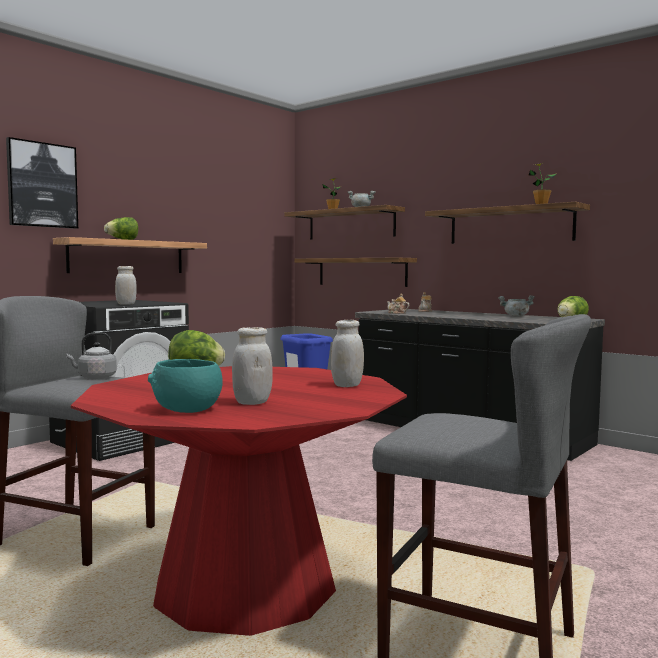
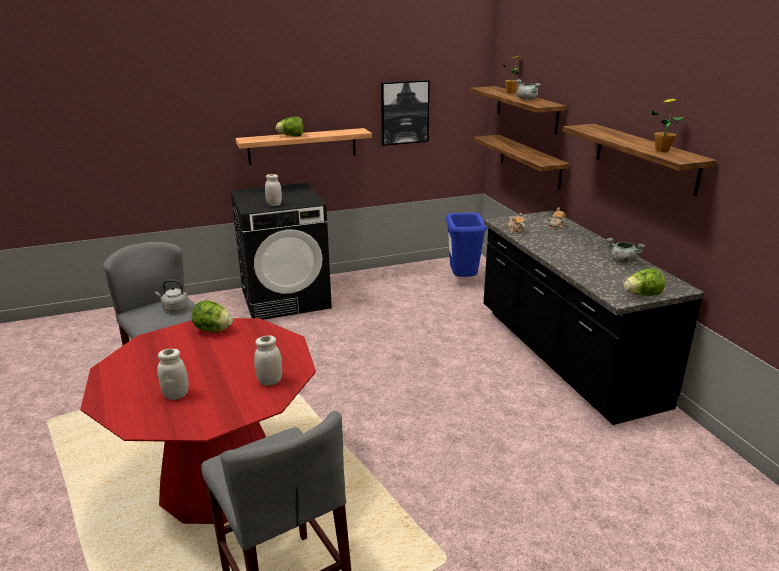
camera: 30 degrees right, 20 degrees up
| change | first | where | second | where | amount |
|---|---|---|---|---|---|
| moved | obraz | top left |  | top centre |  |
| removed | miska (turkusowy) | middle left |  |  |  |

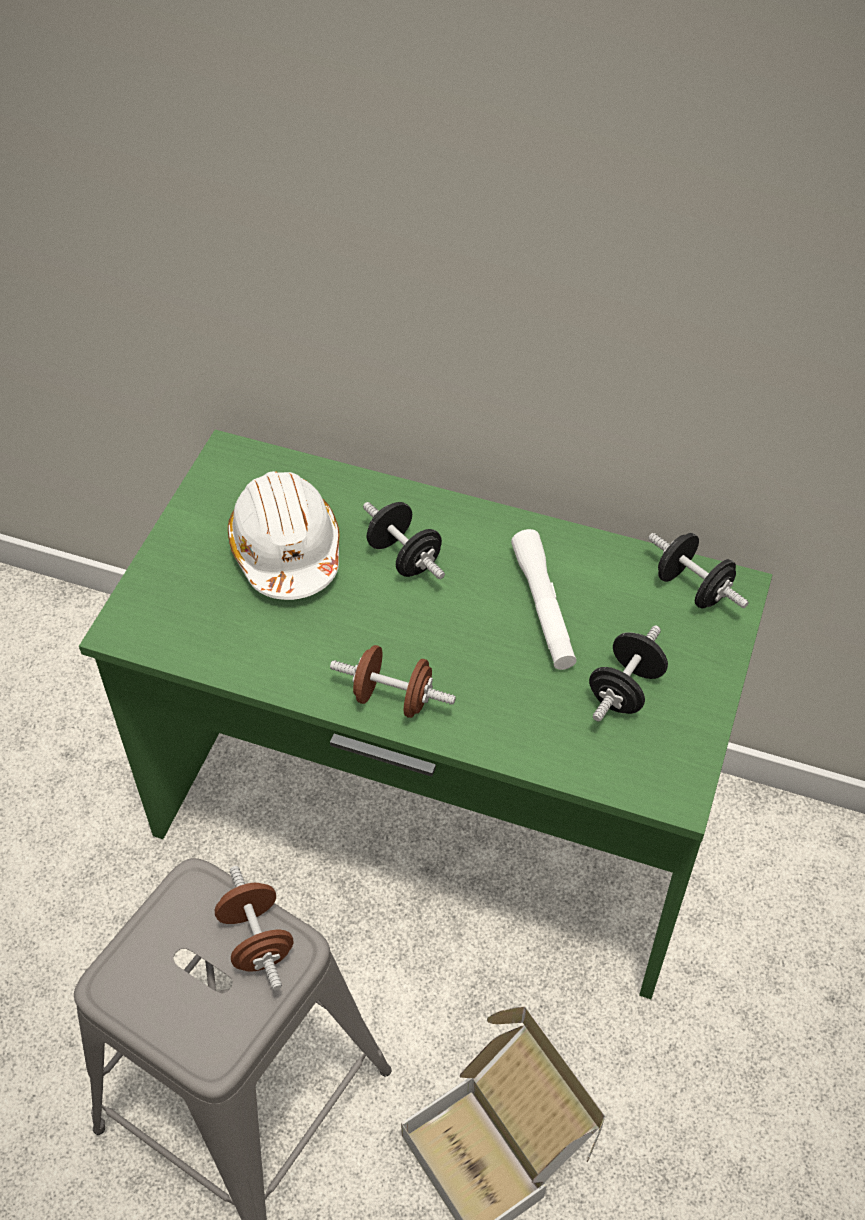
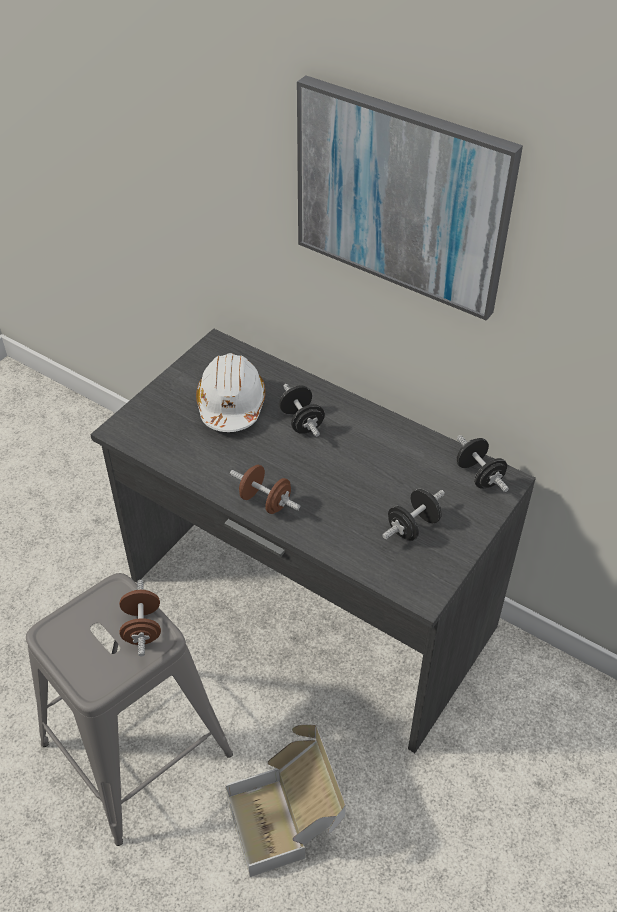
camera: 15 degrees right, 5 degrees down
| change | first | where | second | where | amount |
|---|---|---|---|---|---|
| recoloured | biurko (zielony) | centre | biurko (szary) | centre |  |
| removed | latarka (biały) | centre |  |  |  |
| added |  |  | obraz | top centre |  |

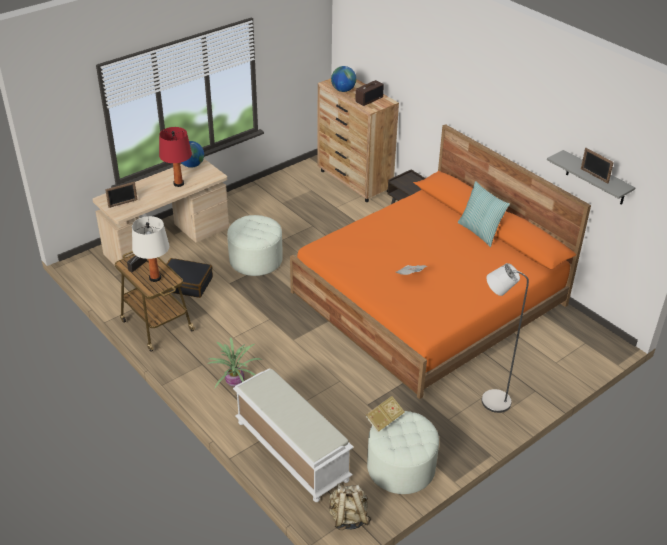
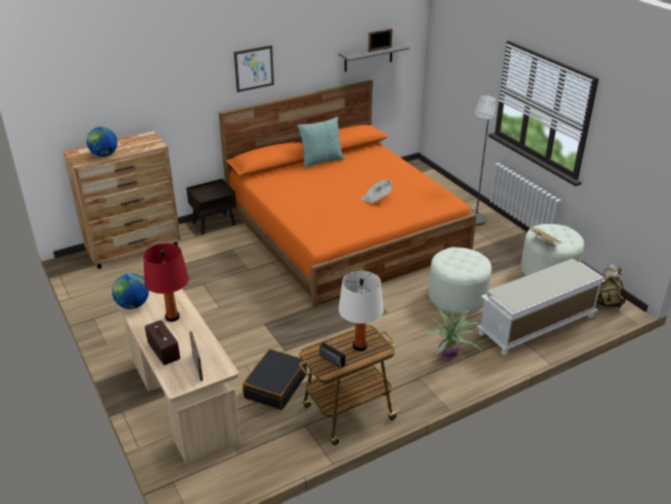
camera: 80 degrees left, 5 degrees down
| change | first | where | second | where | amount |
|---|---|---|---|---|---|
| moved | radio (2nd from left in the first image) | top centre | radio (1st from left) | bottom left |  |
| moved | pufa (biały) (1st from left) | centre |  | middle right |  |
| added |  |  | obraz | top centre |  |

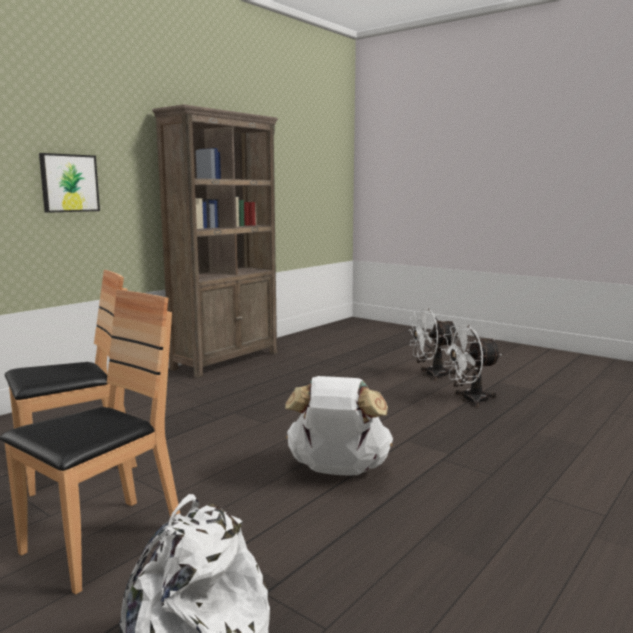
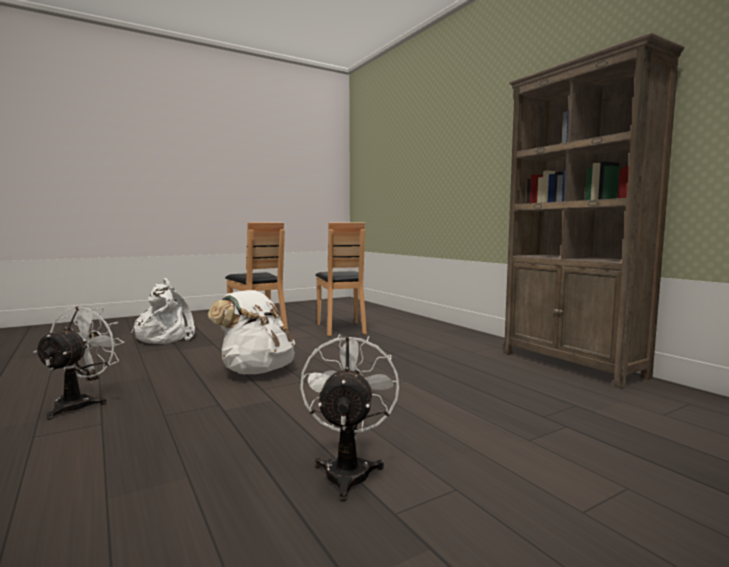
camera: 110 degrees right, 5 degrees down
| change | first | where | second | where | amount |
|---|---|---|---|---|---|
| removed | obraz | top left |  |  |  |
| moved | wentylator (biały) (1st from left) | middle right |  | middle left |  |

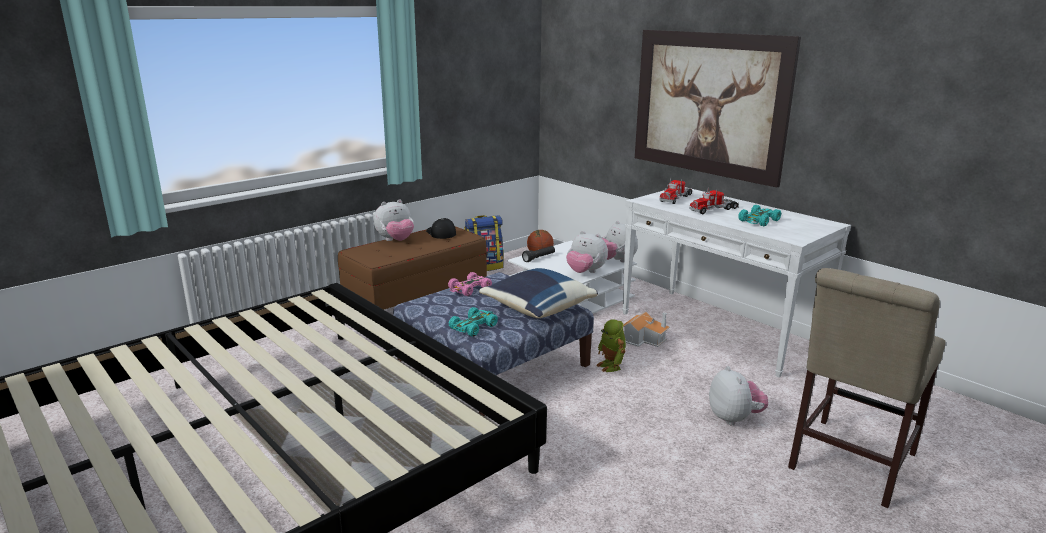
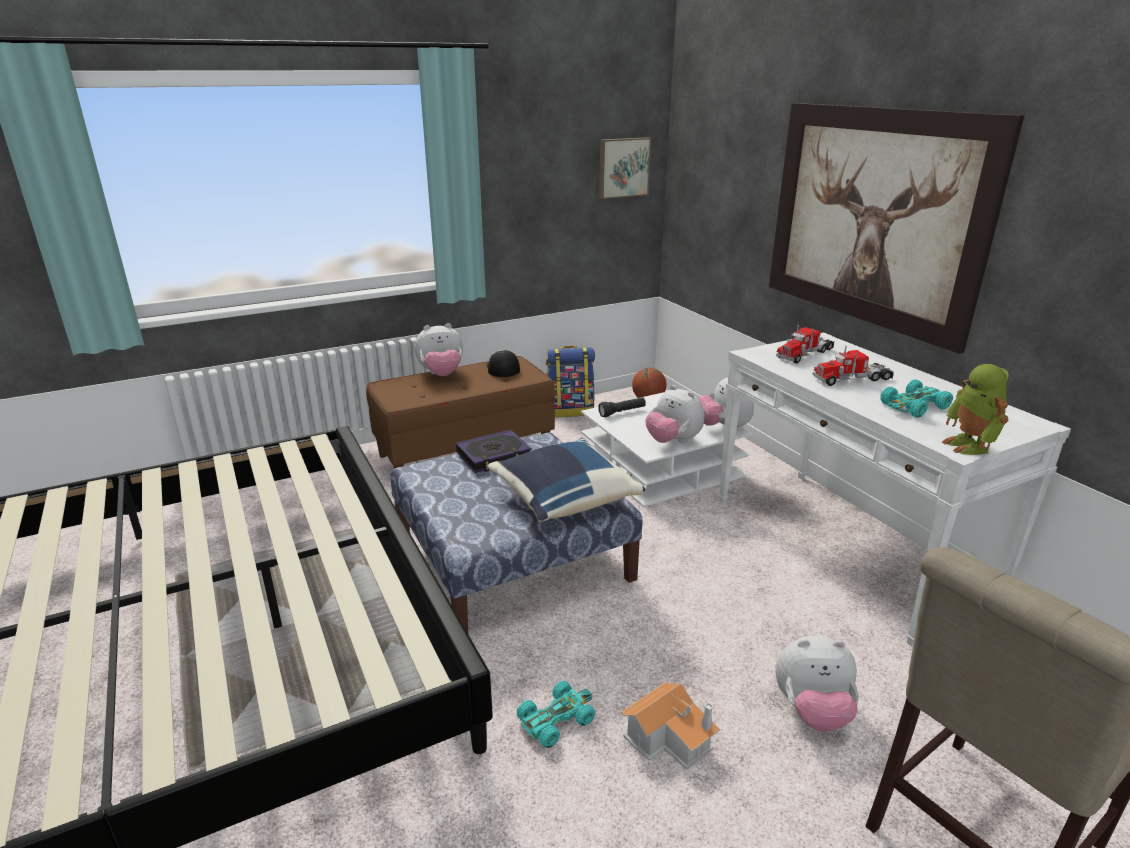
camera: 15 degrees right, 5 degrees up
| change | first | where | second | where | amount |
|---|---|---|---|---|---|
| replaced | samochodzik (różowy) | centre | książka | centre |  |
| moved | samochodzik (turkusowy) (1st from left) | centre |  | bottom centre |  |
| moved | domek | centre |  | bottom centre |  |
| moved | robot zabawkowy | centre |  | middle right |  |
| turned | pluszak (4th from left) | bottom right |  | bottom right | 90 degrees clockwise |
| added |  |  | obraz (1st from left) | top centre |  |

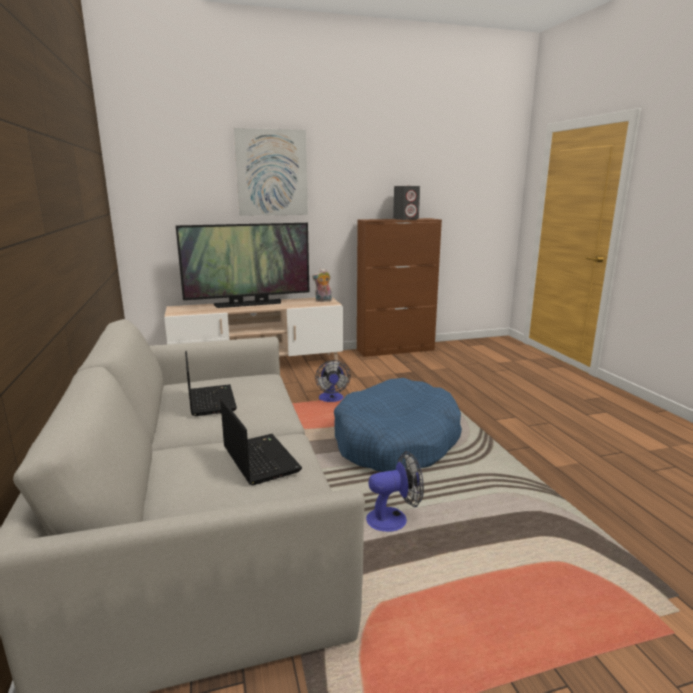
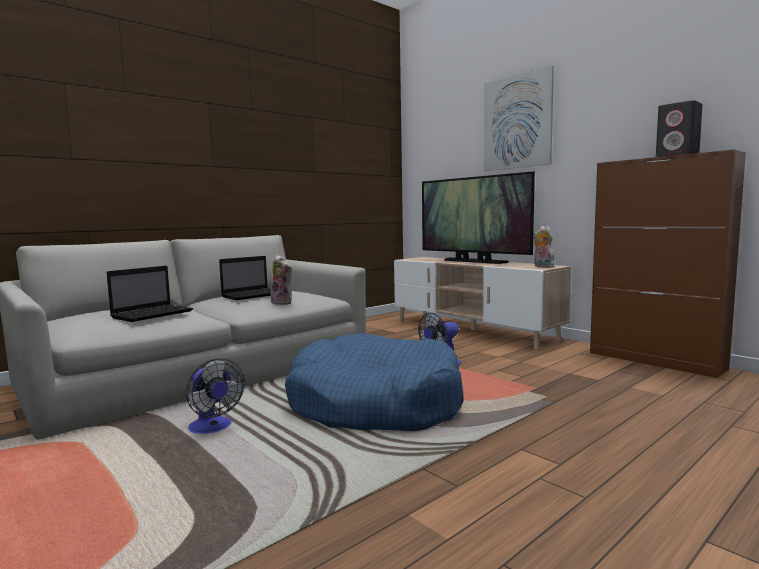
camera: 65 degrees right, 10 degrees down
| change | first | where | second | where | amount |
|---|---|---|---|---|---|
| added |  |  | pluszak (1st from left) | centre |  |

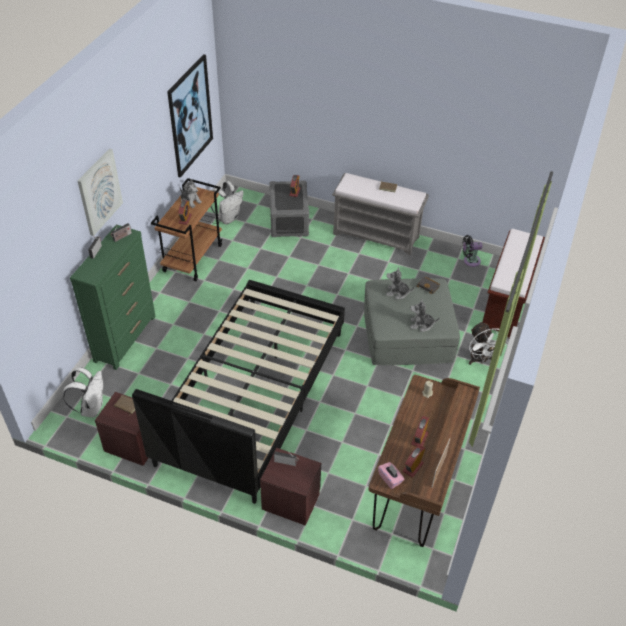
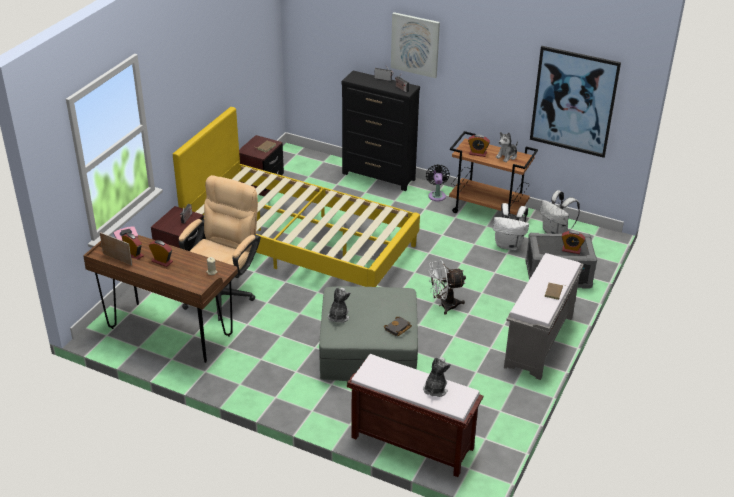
camera: 95 degrees right, 10 degrees down
| change | first | where | second | where | amount |
|---|---|---|---|---|---|
| recoloured | komoda (zielony) | middle left | komoda (czarny) | top centre |  |
| moved | wentylator (czarny) | middle right |  | centre |  |
| moved | pluszak (2nd from left) | centre |  | bottom centre |  |
| recoloured | łóżko (czarny) | centre | łóżko (żółty) | centre |  |
| moved | wentylator (biały) | middle right |  | centre |  |
| moved | plecak (biały) (1st from left) | middle left |  | middle right |  |
| added |  |  | krzesło biurowe (beżowy) | middle left |  |

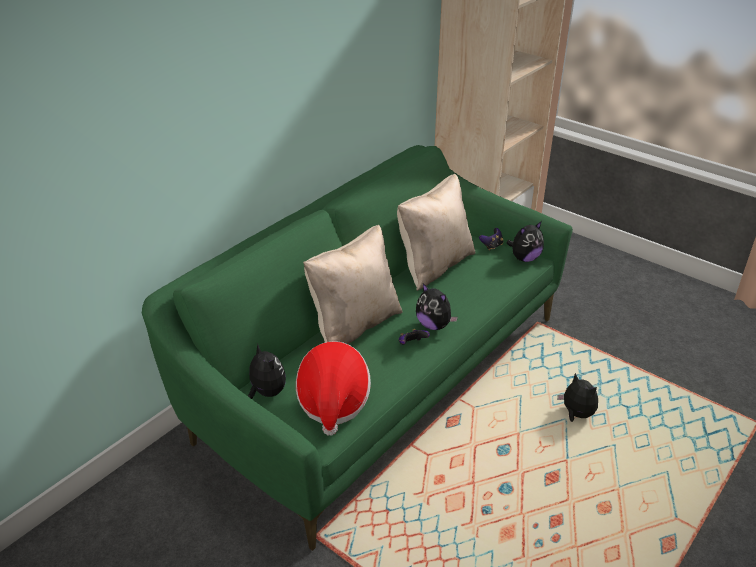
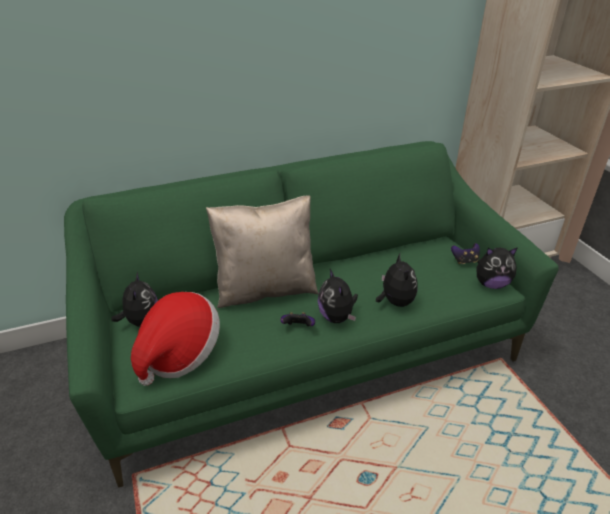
camera: 30 degrees right, 0 degrees up
| change | first | where | second | where | amount |
|---|---|---|---|---|---|
| removed | poduszka (beżowy) (2nd from left) | centre |  |  |  |
| moved | pluszak (4th from left in the first image) | bottom right | pluszak (3rd from left) | centre |  |

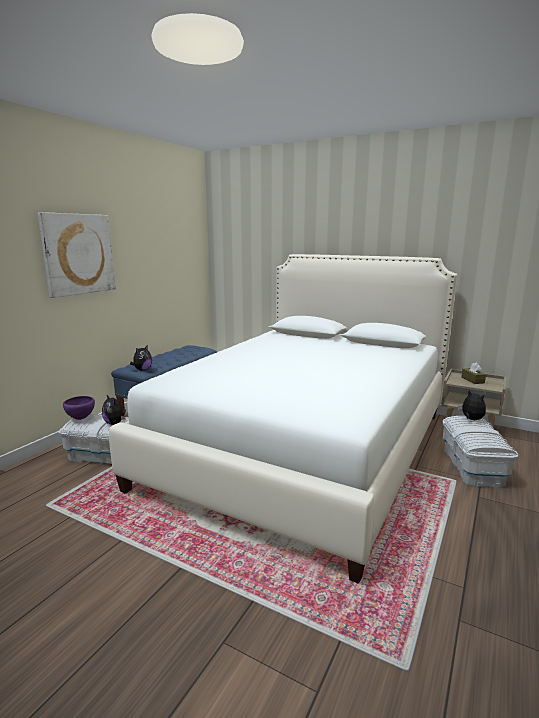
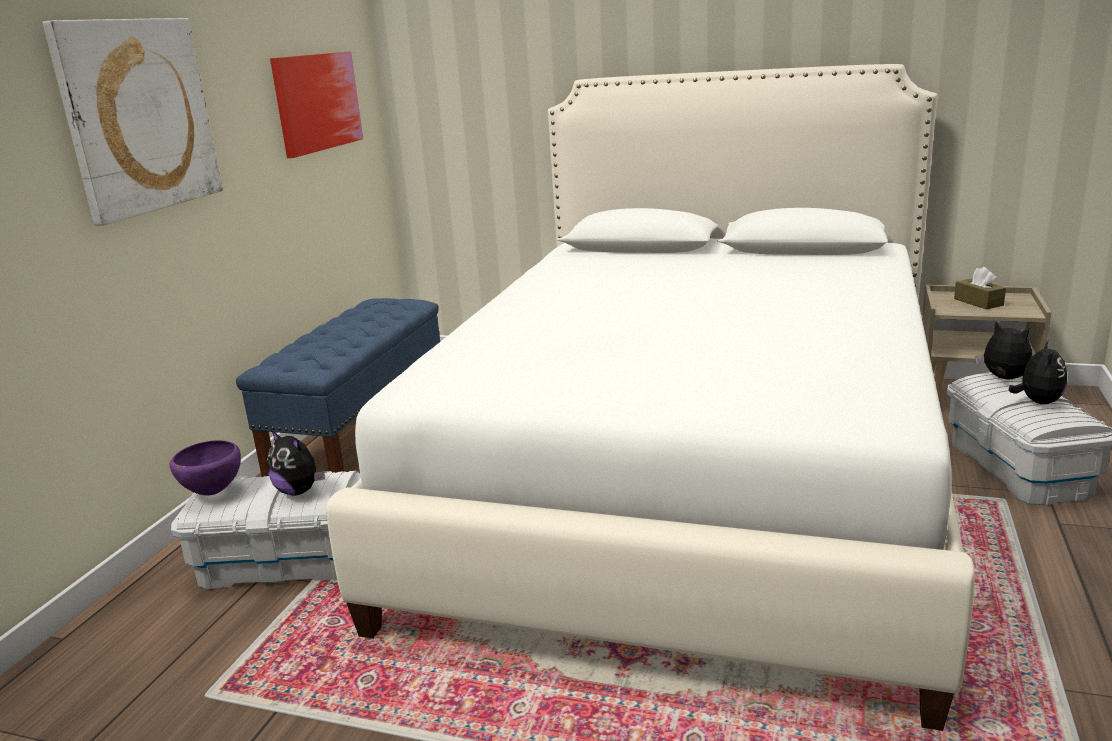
camera: 10 degrees left, 5 degrees up
| change | first | where | second | where | amount |
|---|---|---|---|---|---|
| moved | pluszak (2nd from left in the first image) | middle left | pluszak (3rd from left) | middle right |  |
| added |  |  | obraz (2nd from left) | top left |  |

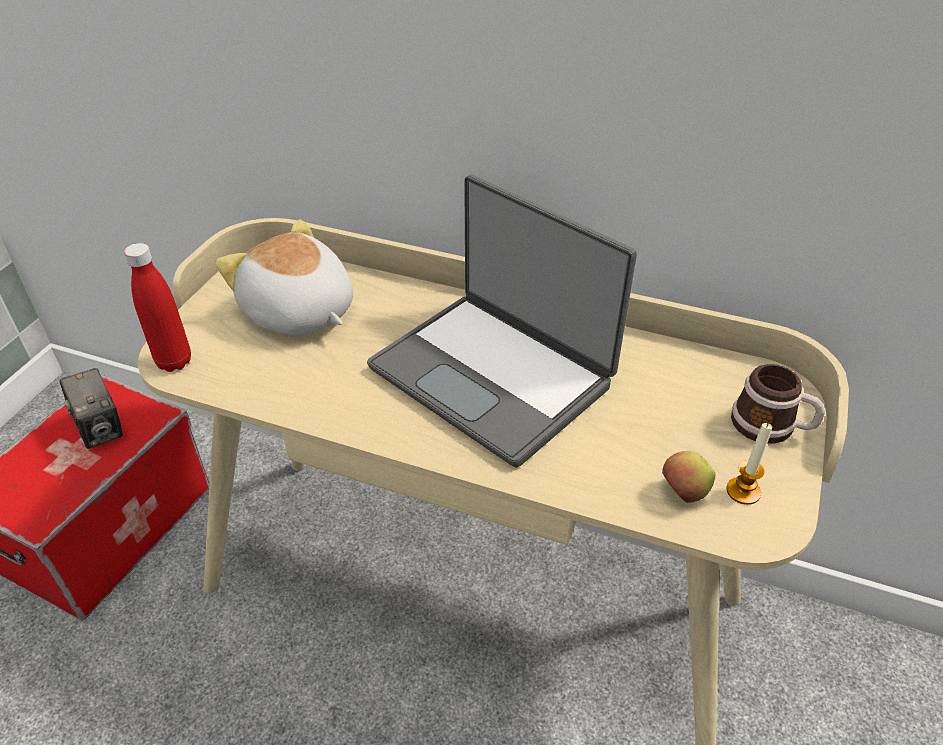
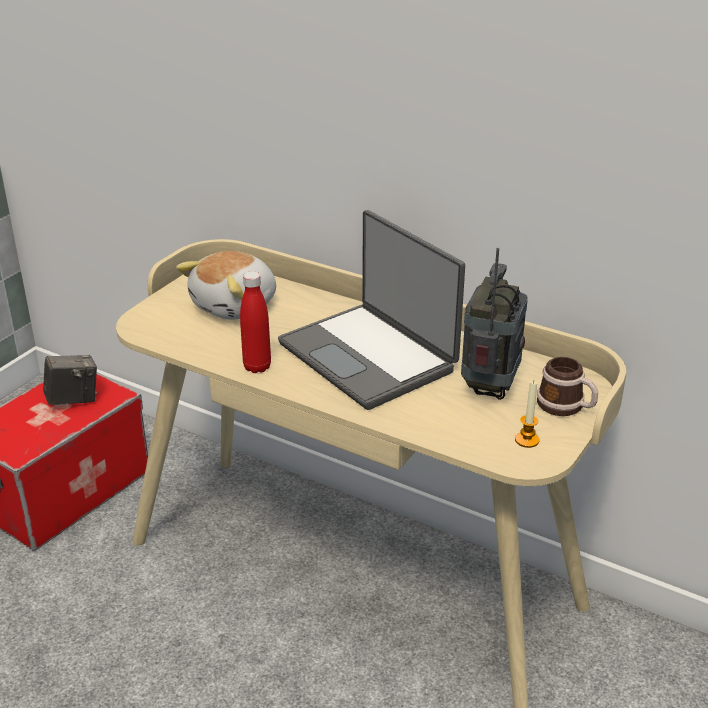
camera: 10 degrees right, 10 degrees down
| change | first | where | second | where | amount |
|---|---|---|---|---|---|
| turned | pluszak | middle left |  | middle left | 105 degrees counterclockwise |
| moved | butelka (czerwony) | middle left |  | centre |  |
| turned | aparat fotograficzny | middle left |  | middle left | 90 degrees counterclockwise |
| removed | jabłko | middle right |  |  |  |
| added |  |  | radio | middle right |  |

